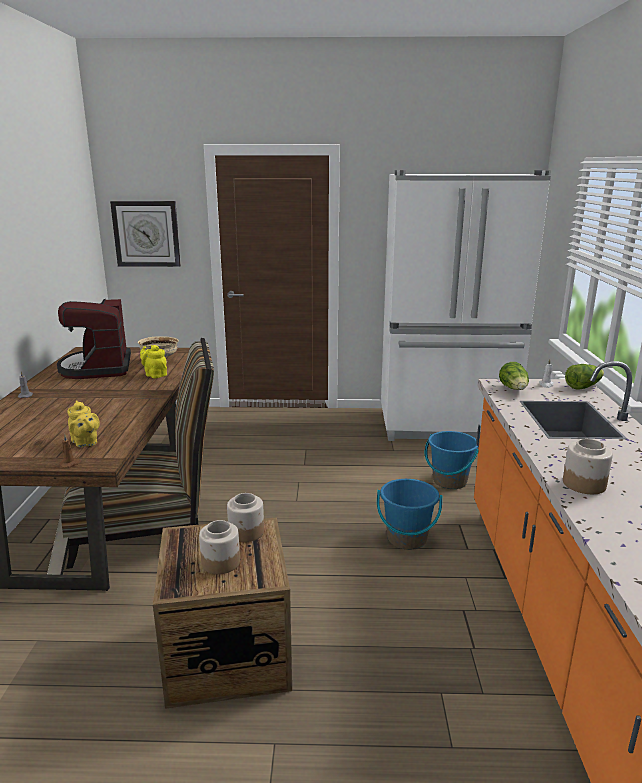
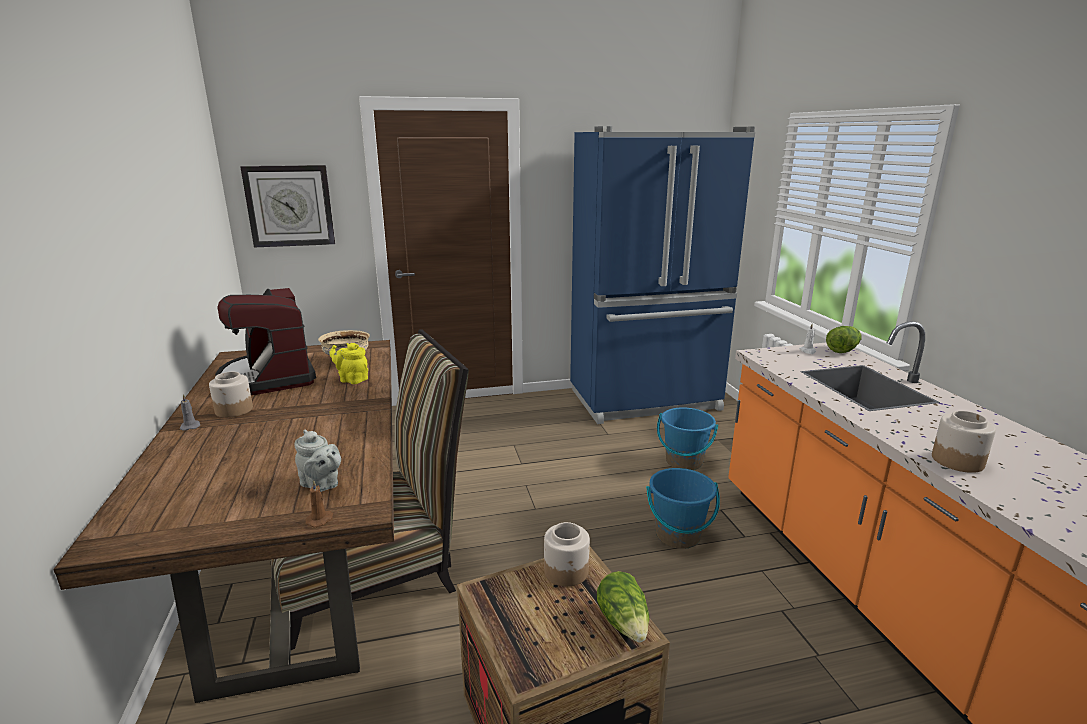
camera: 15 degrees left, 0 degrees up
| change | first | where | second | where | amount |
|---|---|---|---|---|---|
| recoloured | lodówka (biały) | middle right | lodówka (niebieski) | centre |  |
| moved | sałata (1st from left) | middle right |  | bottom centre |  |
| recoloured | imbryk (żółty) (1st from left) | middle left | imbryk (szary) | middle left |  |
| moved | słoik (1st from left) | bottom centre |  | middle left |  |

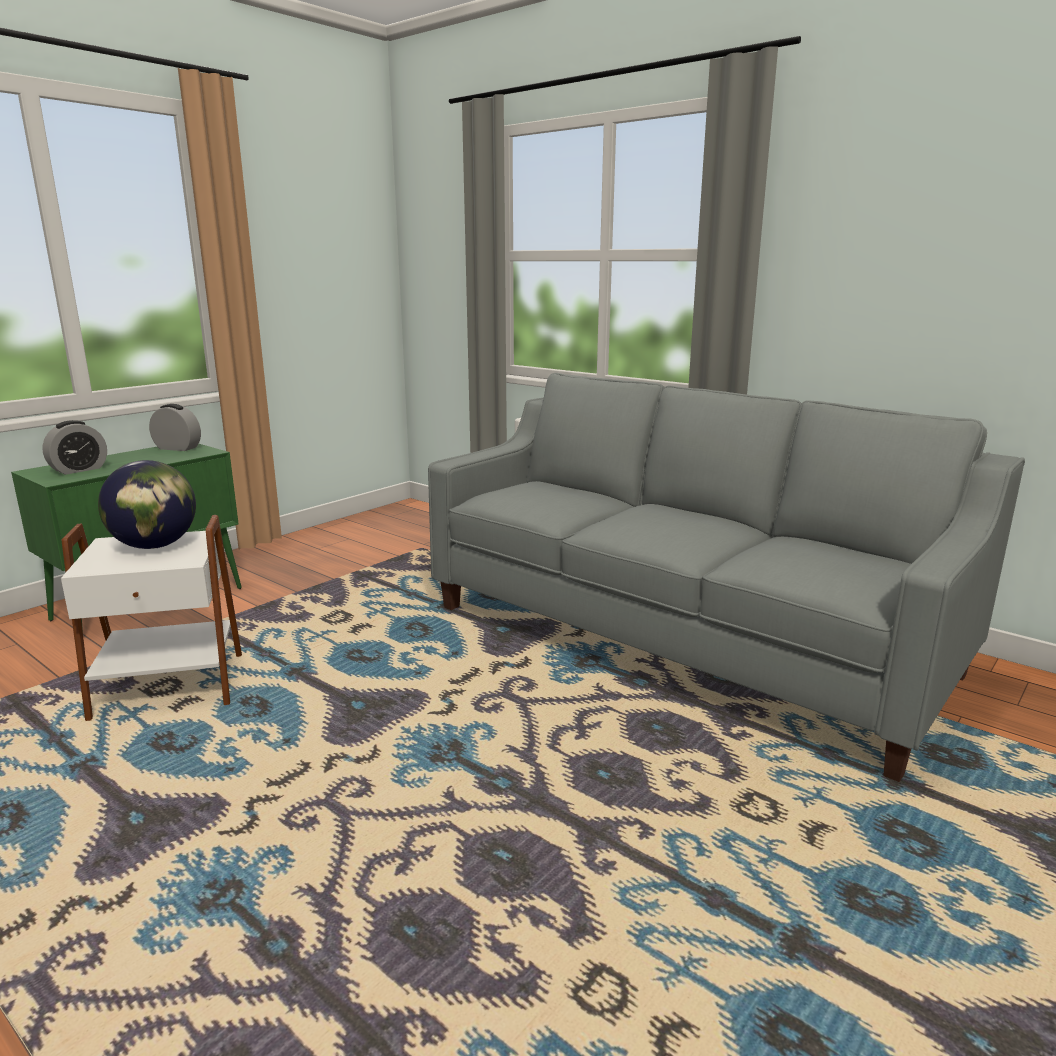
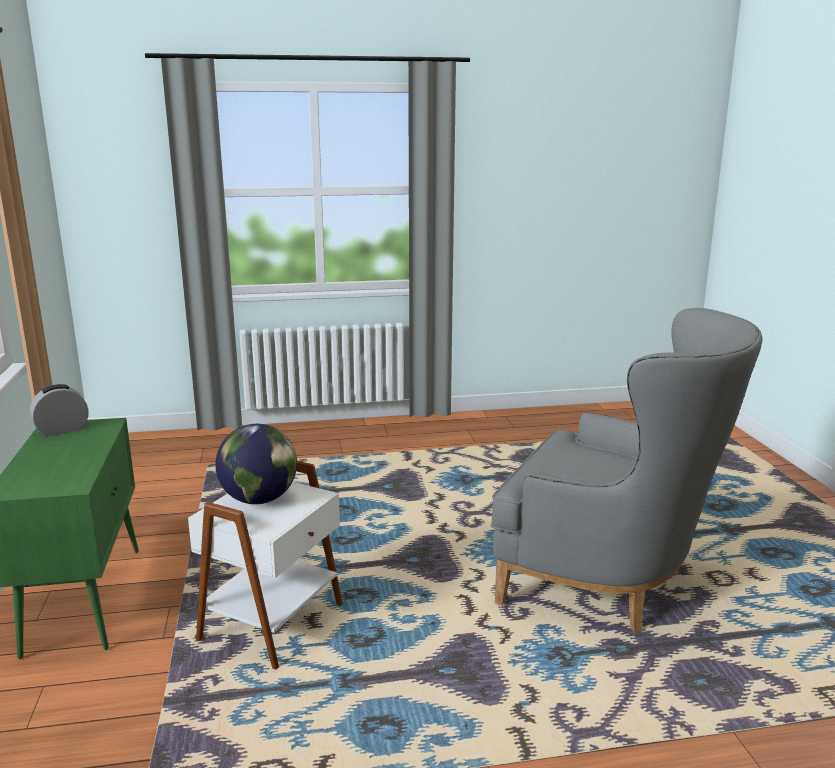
camera: 50 degrees left, 0 degrees up
| change | first | where | second | where | amount |
|---|---|---|---|---|---|
| removed | kanapa (szary) | middle right |  |  |  |
| removed | budzik (1st from left) | middle left |  |  |  |
| added |  |  | fotel (szary) | middle right |  |

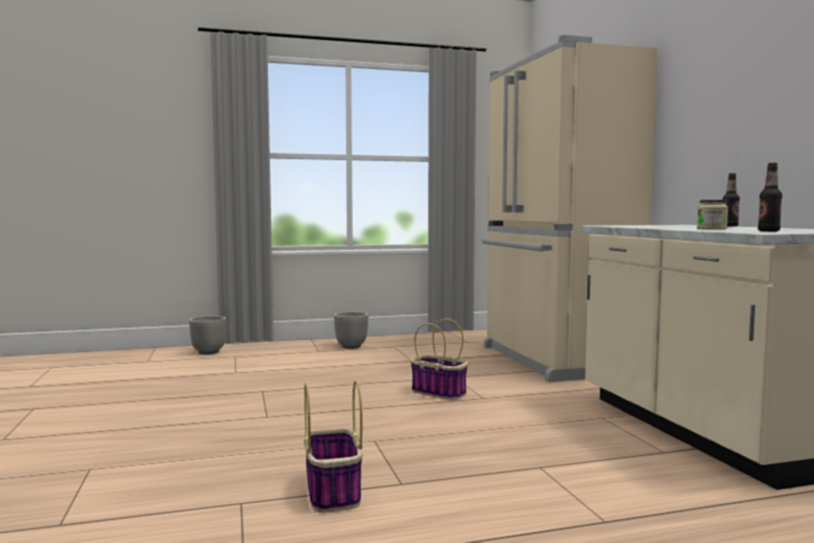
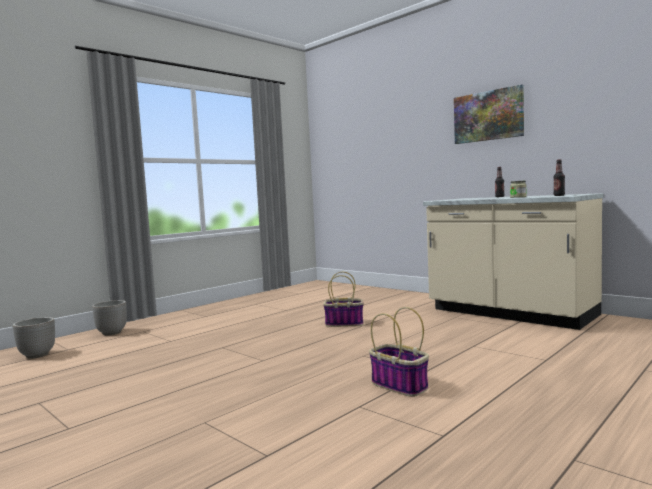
camera: 30 degrees left, 0 degrees up
| change | first | where | second | where | amount |
|---|---|---|---|---|---|
| removed | lodówka (beżowy) | middle right |  |  |  |
| moved | donica (2nd from left in the first image) | centre | donica (1st from left) | bottom left |  |
| added |  |  | obraz | top right |  |

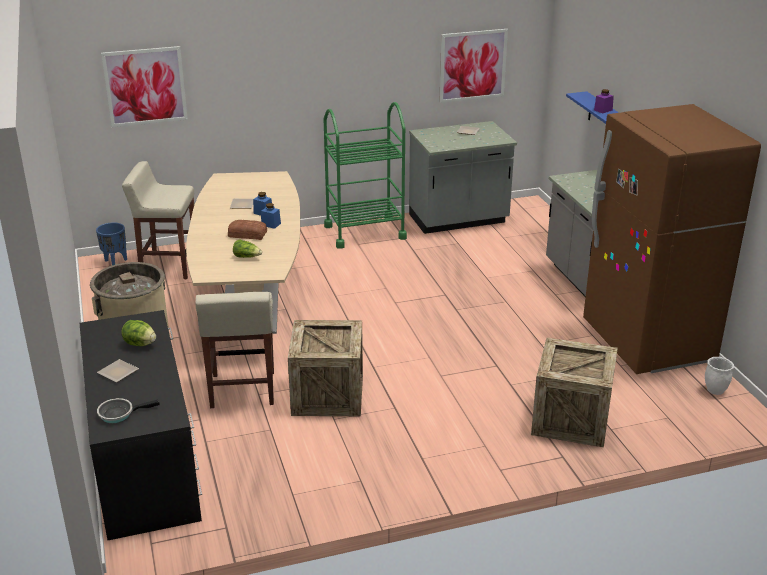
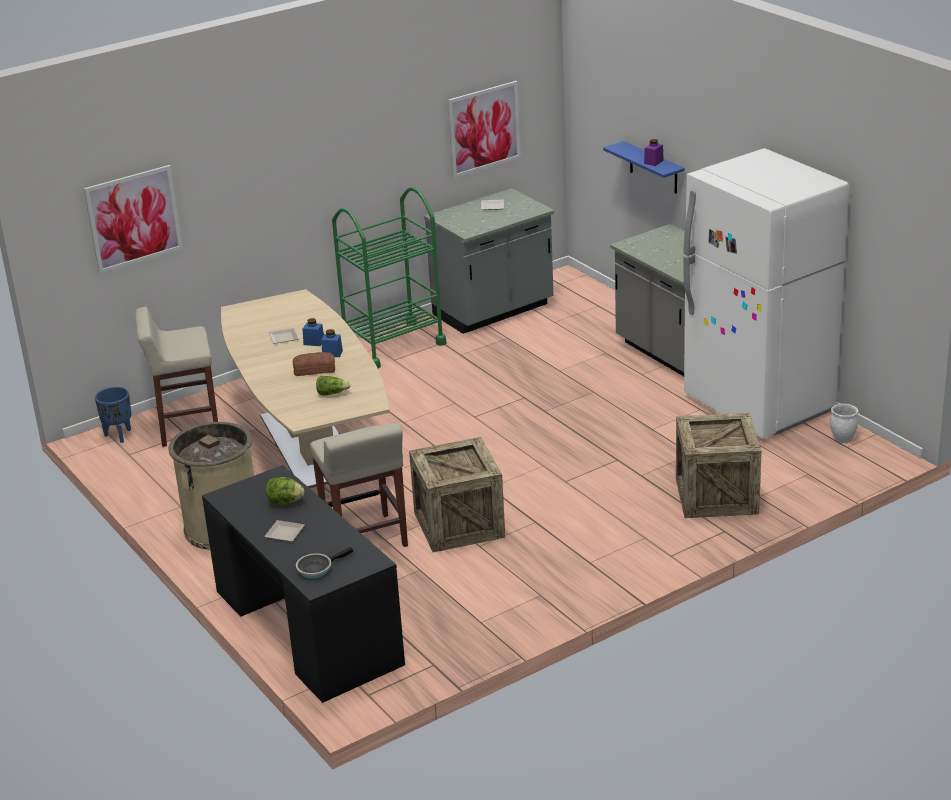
camera: 15 degrees left, 0 degrees up
| change | first | where | second | where | amount |
|---|---|---|---|---|---|
| recoloured | lodówka (brązowy) | middle right | lodówka (biały) | middle right |  |

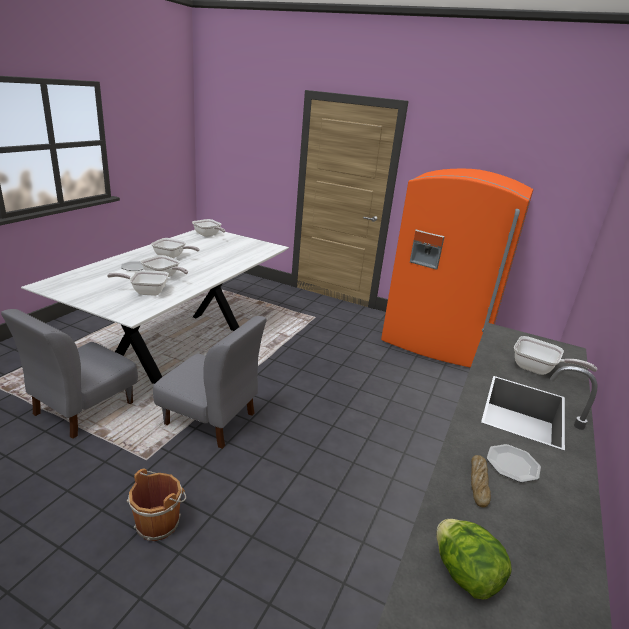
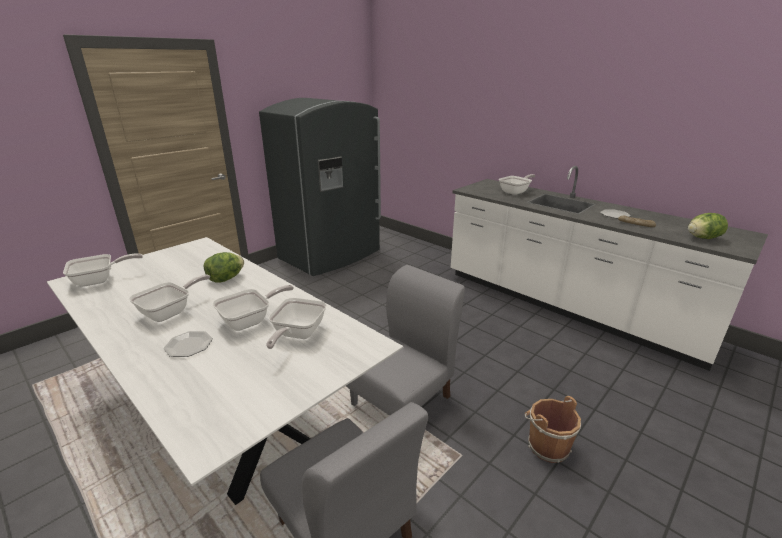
camera: 70 degrees left, 0 degrees up
| change | first | where | second | where | amount |
|---|---|---|---|---|---|
| recoloured | lodówka (pomarańczowy) | middle right | lodówka (szary) | centre |  |
| added |  |  | sałata (1st from left) | middle left |  |

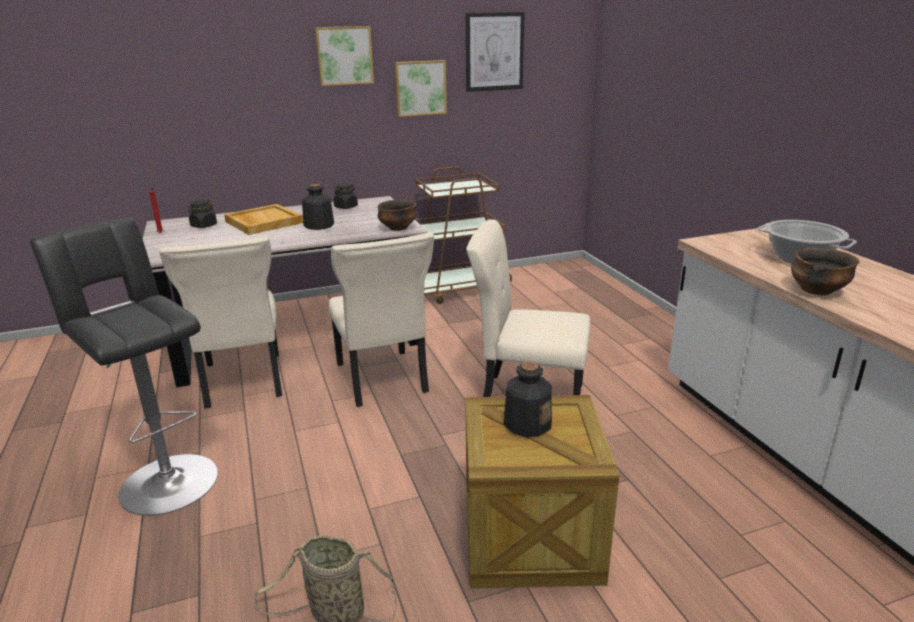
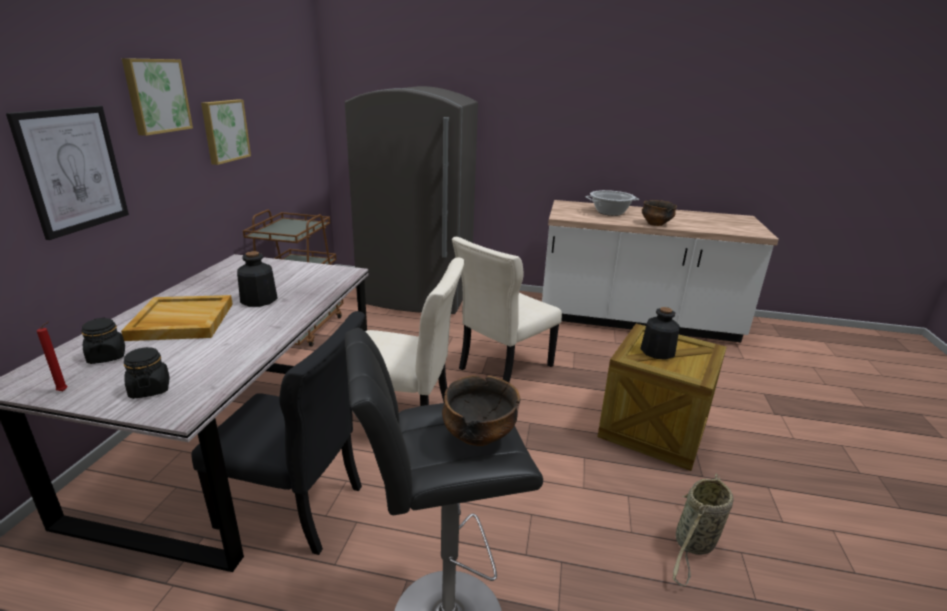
camera: 60 degrees left, 0 degrees up
| change | first | where | second | where | amount |
|---|---|---|---|---|---|
| moved | obraz (3rd from left in the first image) | top centre | obraz (1st from left) | top left |  |
| moved | słoik (czarny) (2nd from left) | top centre |  | middle left |  |
| moved | miska (1st from left) | centre |  | bottom centre |  |
| recoloured | krzesło (beżowy) (1st from left) | middle left | krzesło (czarny) | bottom left |  |
| added |  |  | lodówka (szary) | top centre |  |

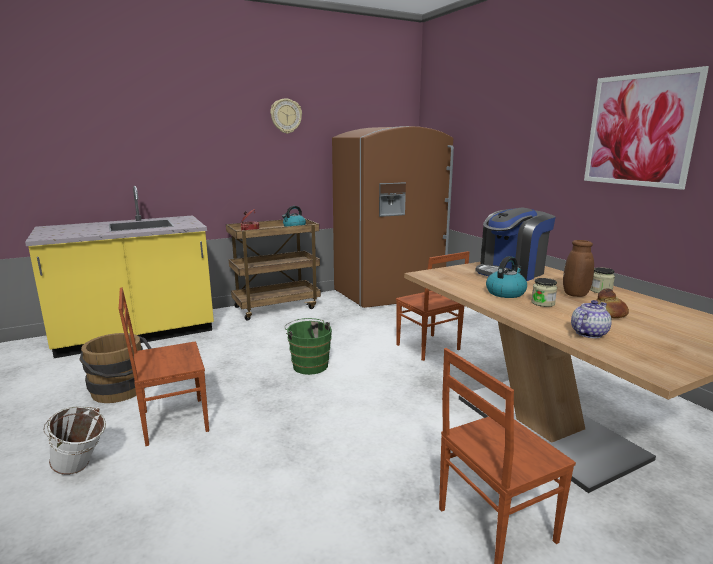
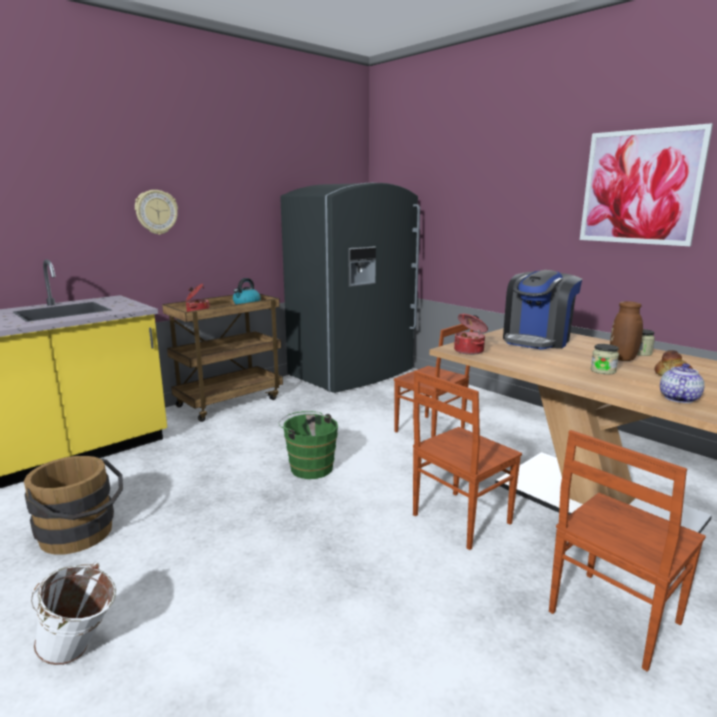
camera: 15 degrees left, 0 degrees up
| change | first | where | second | where | amount |
|---|---|---|---|---|---|
| moved | zegar ścienny | top centre |  | top left |  |
| recoloured | lodówka (brązowy) | centre | lodówka (szary) | centre |  |
| removed | czajnik (2nd from left) | middle right |  |  |  |
| moved | krzesło (brązowy) (1st from left in the first image) | middle left | krzesło (brązowy) (2nd from left) | centre |  |
| added |  |  | garnek (2nd from left) | centre |  |

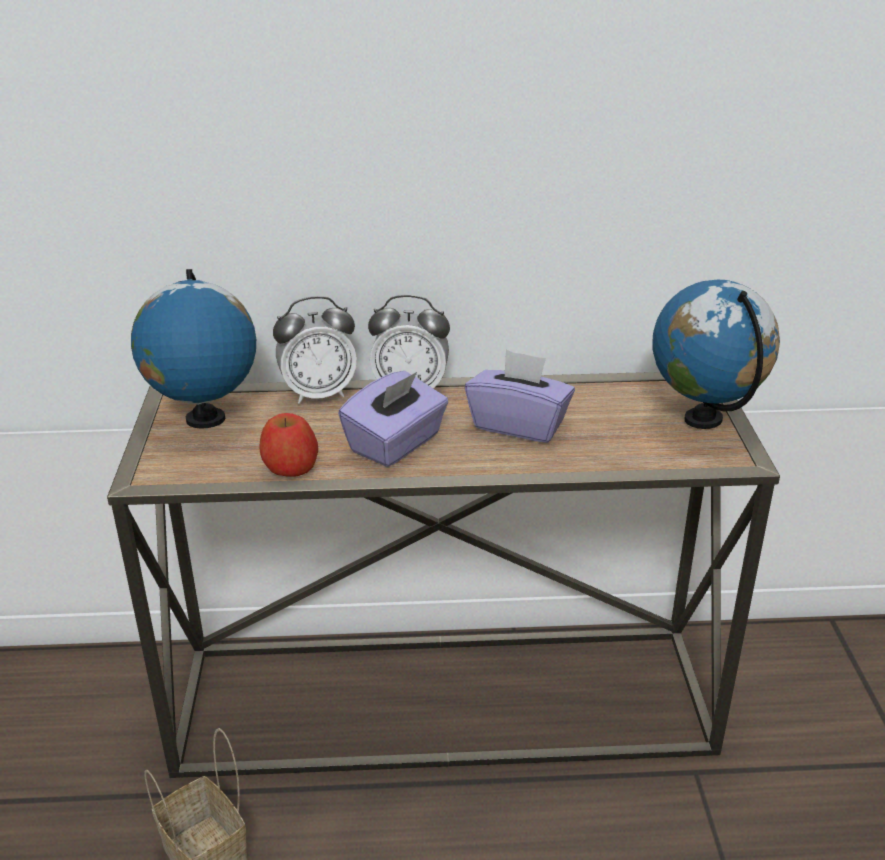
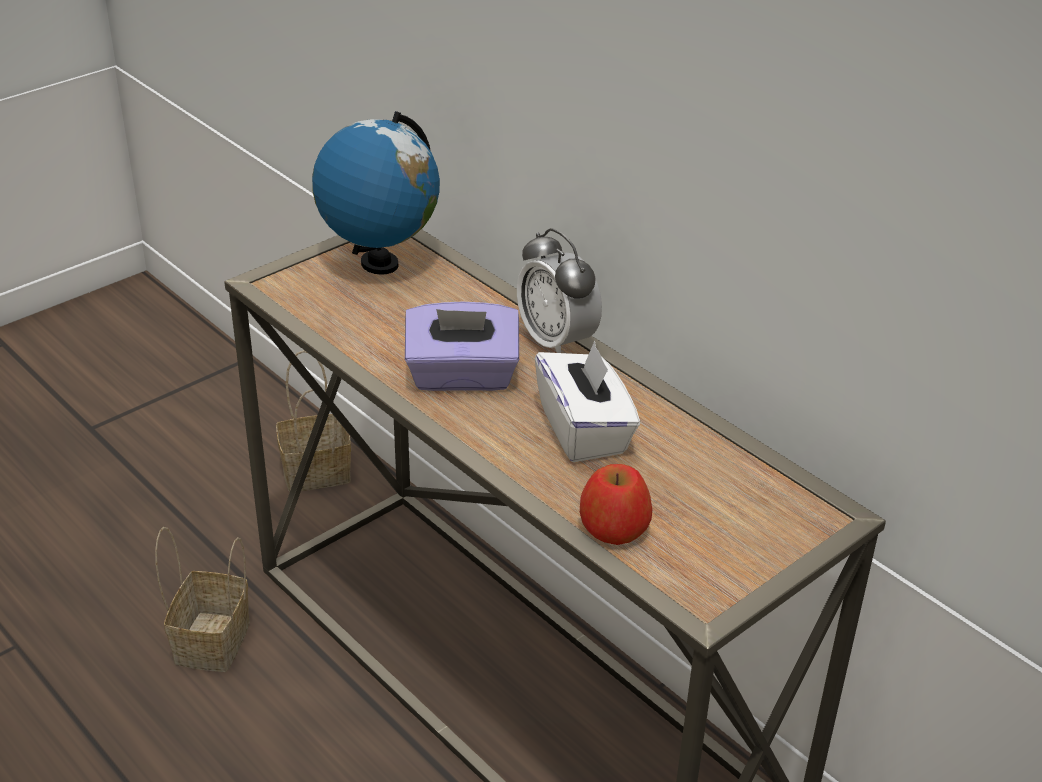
camera: 50 degrees right, 5 degrees up
| change | first | where | second | where | amount |
|---|---|---|---|---|---|
| removed | globus (2nd from left) | middle right |  |  |  |
| removed | budzik (1st from left) | centre |  |  |  |
| recoloured | pudełko chusteczek (fioletowy) (2nd from left) | centre | pudełko chusteczek (biały) | centre |  |
| moved | jabłko | middle left |  | centre |  |
| added |  |  | koszyk (2nd from left) | middle left |  |

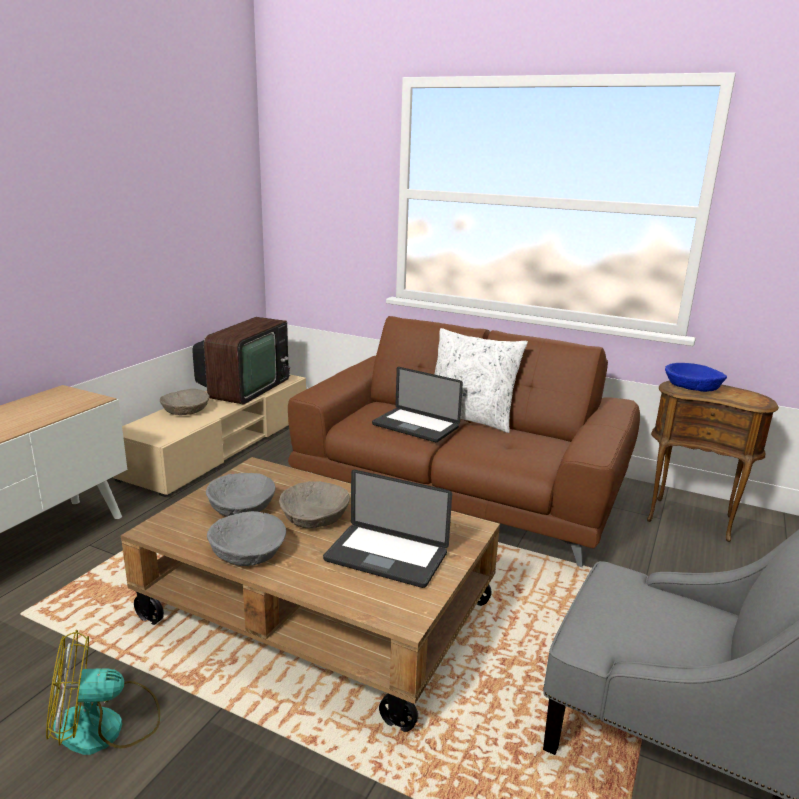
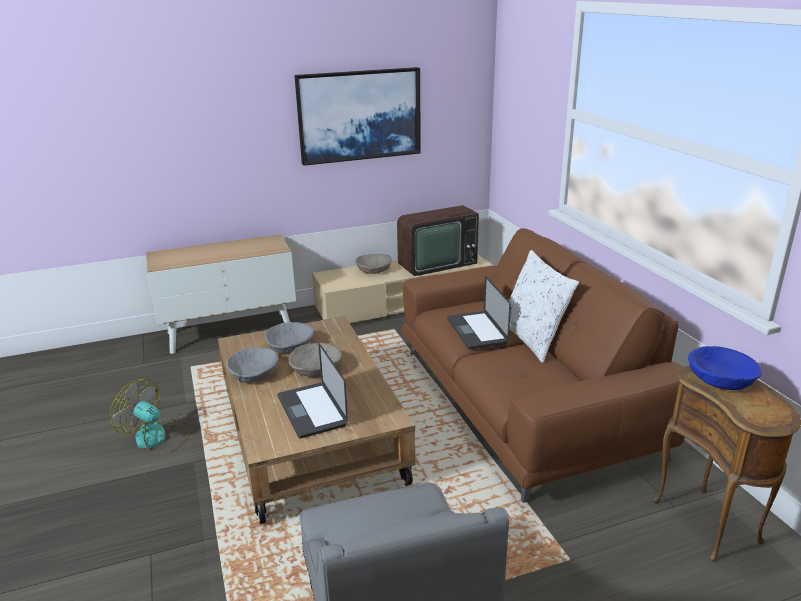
camera: 45 degrees right, 5 degrees up
| change | first | where | second | where | amount |
|---|---|---|---|---|---|
| added |  |  | obraz | top centre |  |

